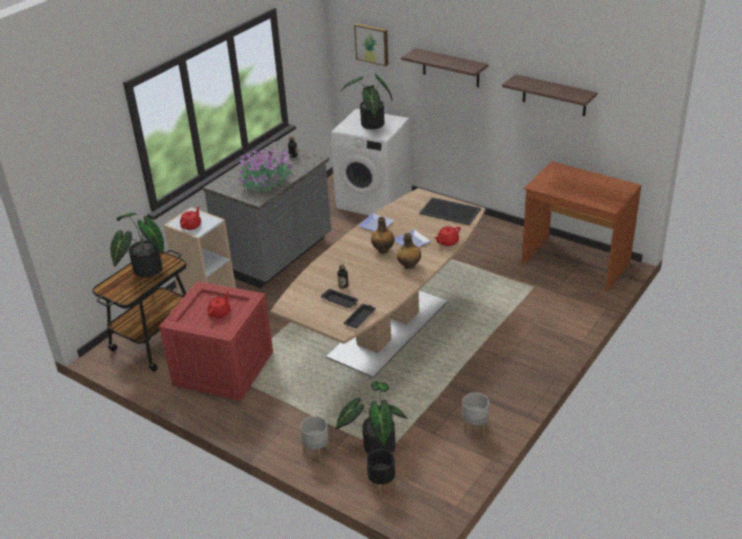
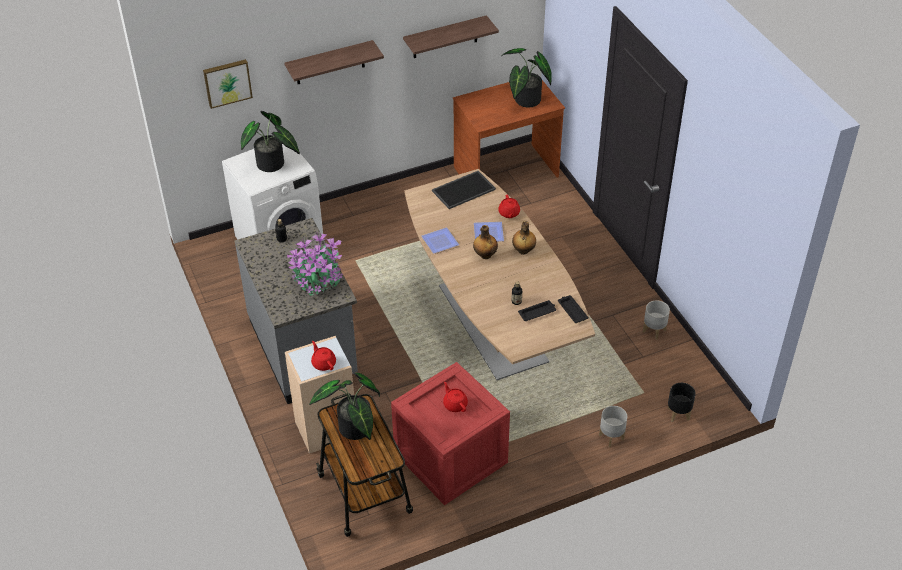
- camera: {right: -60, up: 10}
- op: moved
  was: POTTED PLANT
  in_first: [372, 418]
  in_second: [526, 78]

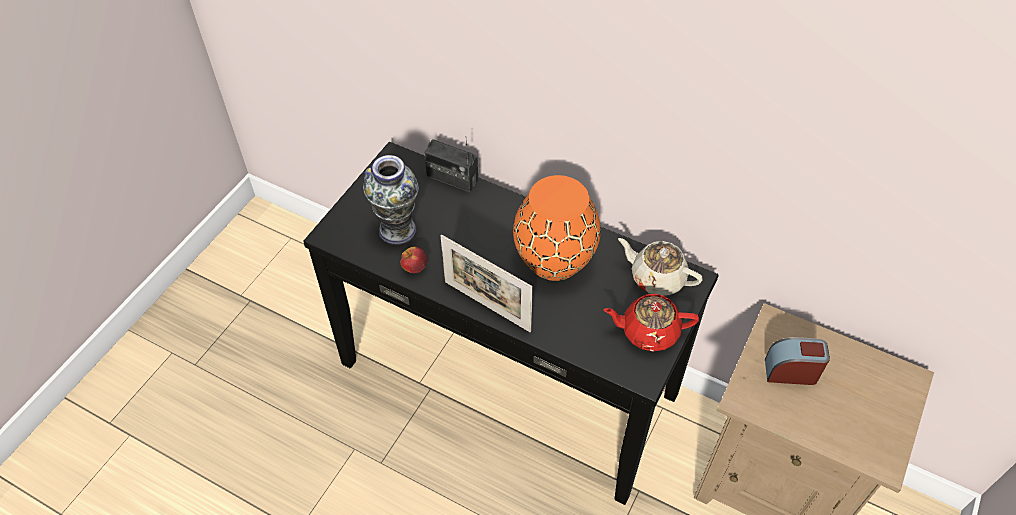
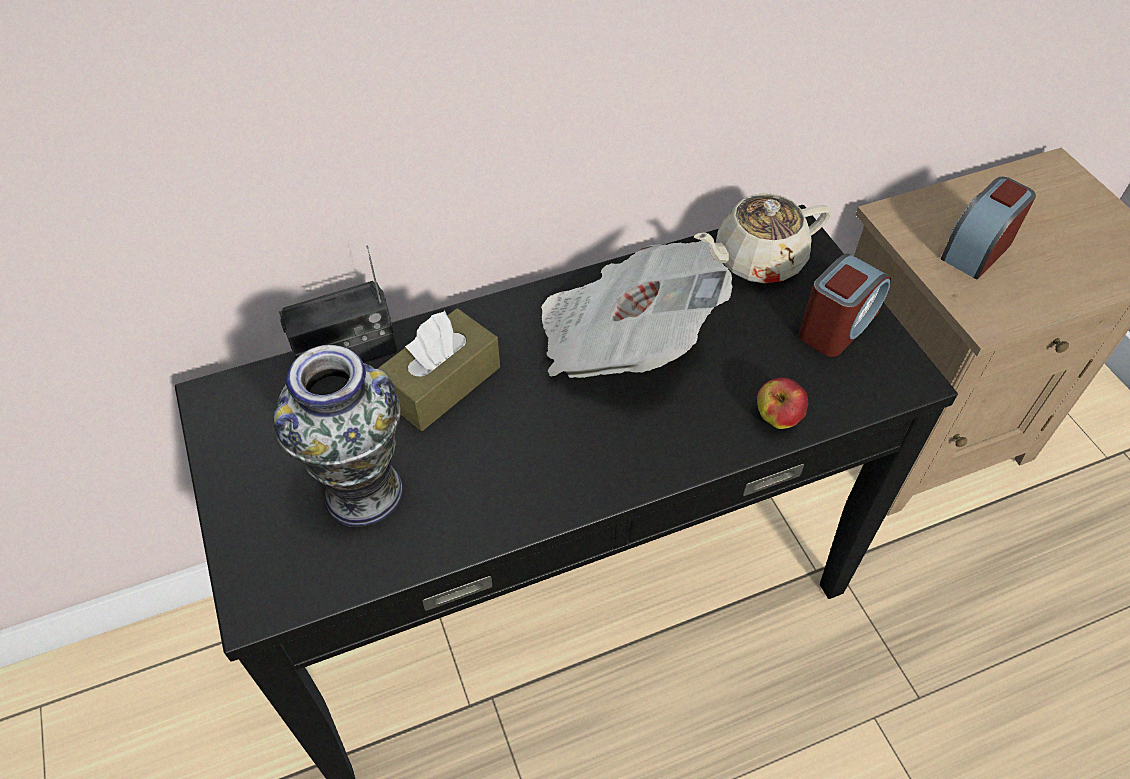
- camera: {right: -50, up: 0}
- op: moved
  was: APPLE
  in_first: [414, 260]
  in_second: [782, 403]
- op: removed
  was: PICTURE FRAME
  in_first: [486, 283]
- op: replaced
  was: ORANGE VASE
  now: NEWSPAPER
  in_first: [557, 228]
  in_second: [637, 309]
- op: replaced
  was: RED TEAPOT
  now: ALARM CLOCK
  in_first: [651, 323]
  in_second: [845, 305]
- op: added
  now: BROWN TISSUE BOX
  in_second: [438, 369]

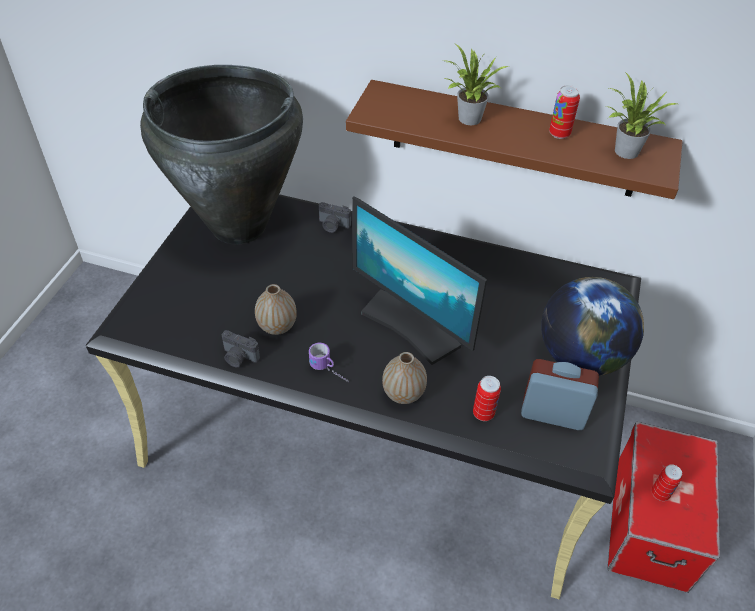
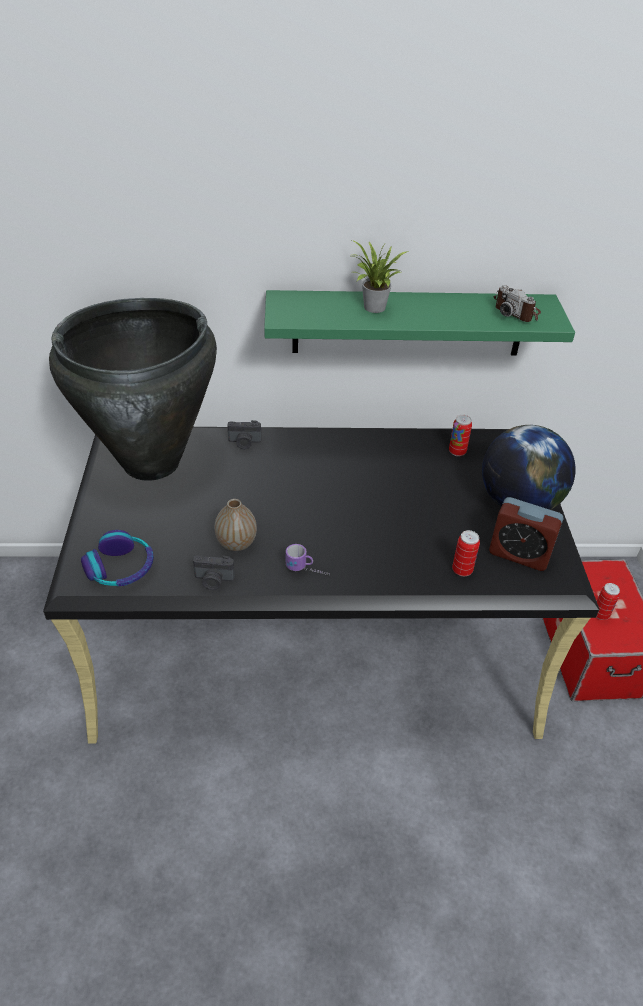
- camera: {right: -20, up: -5}
- op: recoloured
  was: BROWN SHELF
  now: GREEN SHELF
  in_first: [514, 139]
  in_second: [419, 323]
- op: removed
  was: MONITOR
  in_first: [419, 280]
- op: removed
  was: VASE
  in_first: [404, 378]
- op: turned
  was: ALARM CLOCK
  in_first: [560, 394]
  in_second: [526, 534]
  clockwise: -150
- op: moved
  was: CAN
  in_first: [564, 112]
  in_second: [460, 435]
- op: replaced
  was: POTTED PLANT
  now: PHOTO CAMERA
  in_first: [641, 115]
  in_second: [517, 303]
- op: added
  now: HEADPHONES
  in_second: [117, 558]

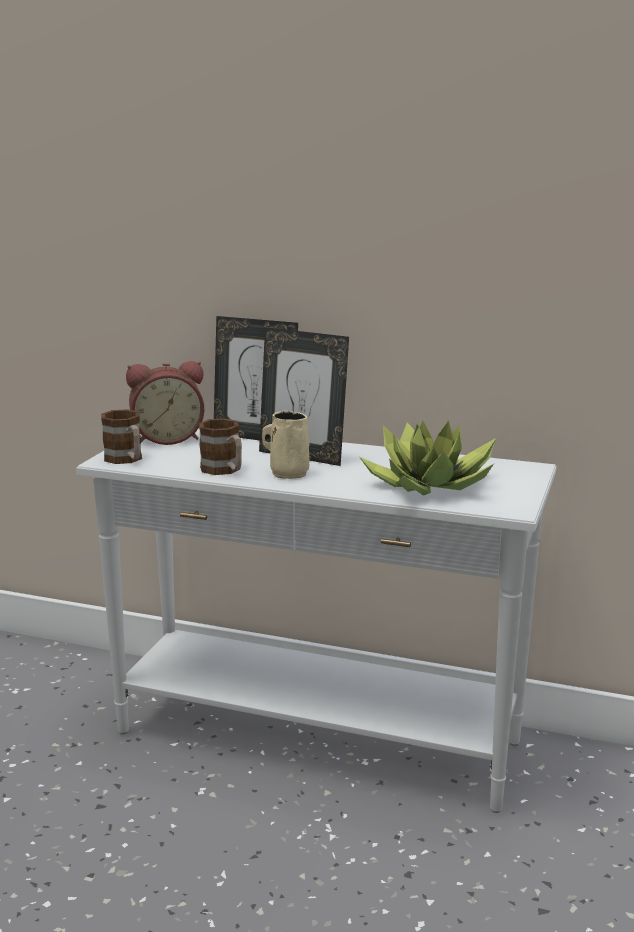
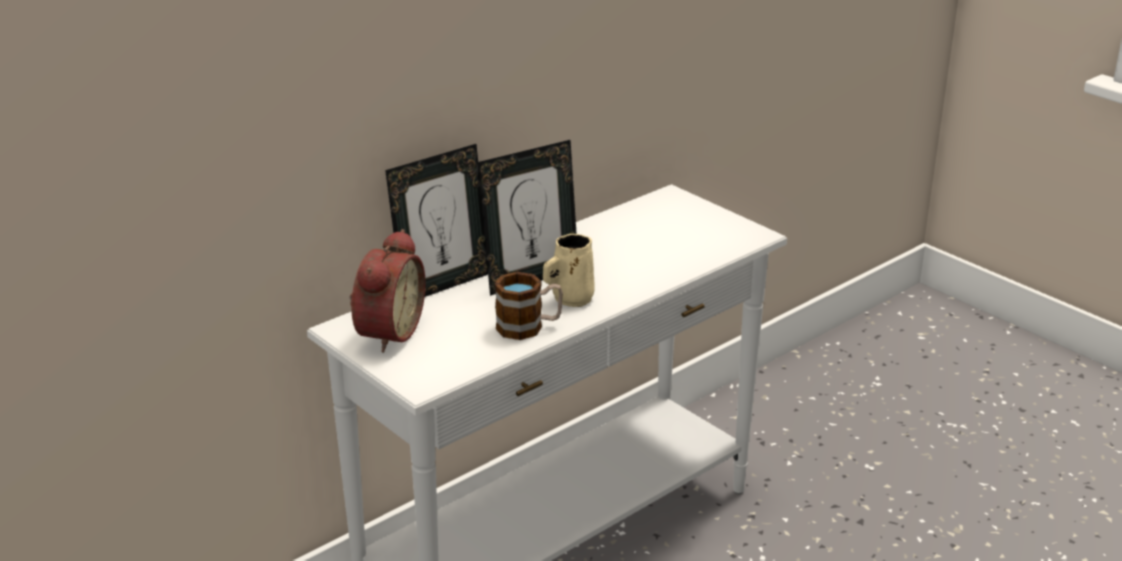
- camera: {right: -60, up: 10}
- op: removed
  was: MUG
  in_first: [121, 436]
- op: removed
  was: POTTED PLANT
  in_first: [427, 458]

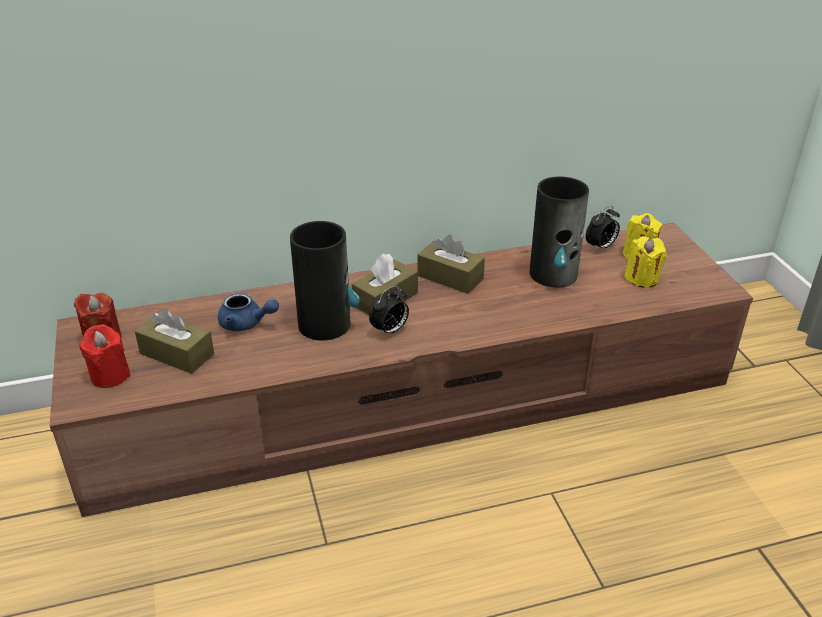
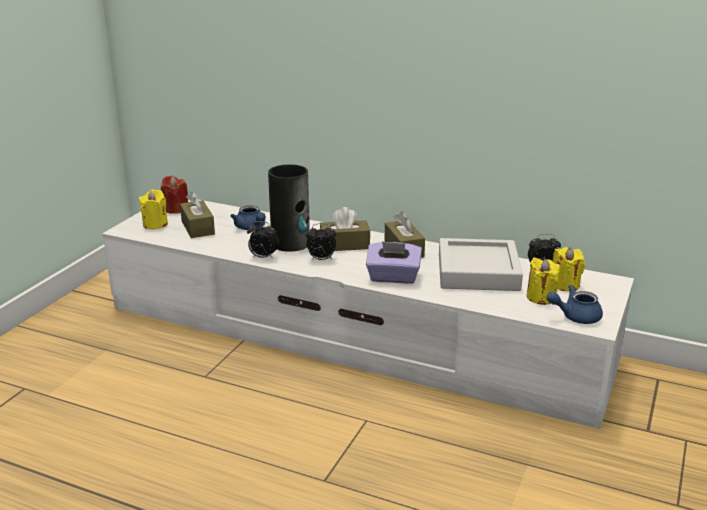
- camera: {right: 40, up: -10}
- op: recoloured
  was: BROWN TV STAND
  now: WHITE TV STAND
  in_first: [401, 370]
  in_second: [368, 314]
- op: recoloured
  was: RED CANDLE
  now: YELLOW CANDLE
  in_first: [104, 356]
  in_second: [153, 209]
- op: replaced
  was: VASE
  now: GREY TRAY
  in_first: [559, 232]
  in_second: [481, 264]
- op: added
  now: ALARM CLOCK
  in_second: [263, 240]
- op: added
  now: PURPLE TISSUE BOX
  in_second: [394, 262]
- op: added
  now: BLUE TEAPOT
  in_second: [575, 304]

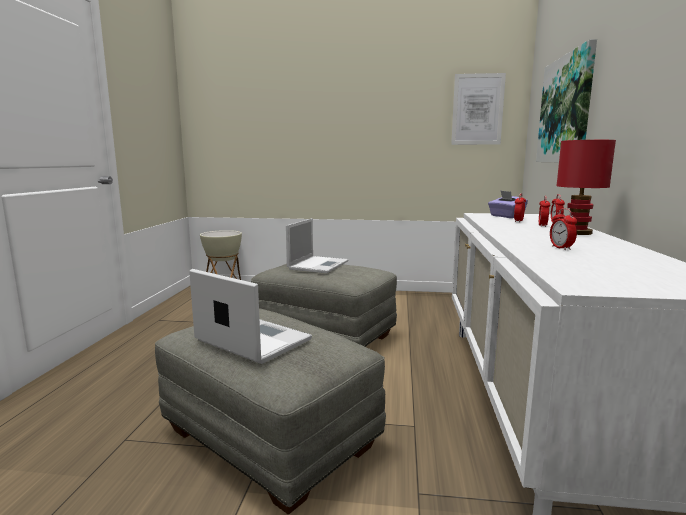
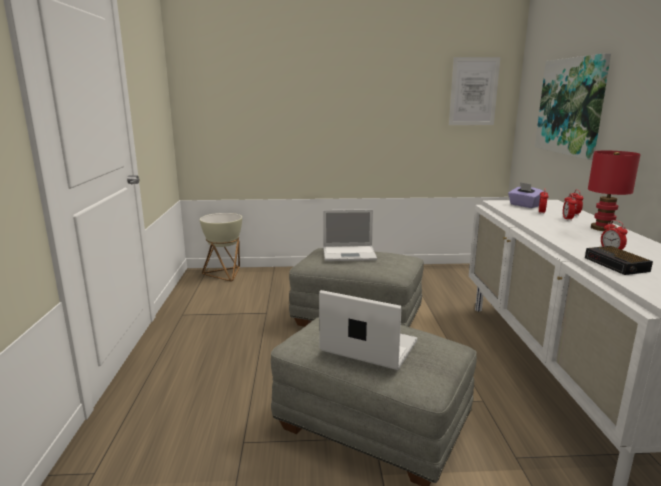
- camera: {right: -10, up: 5}
- op: turned
  was: LAPTOP
  in_first: [317, 245]
  in_second: [350, 235]
  clockwise: 75
- op: added
  now: ALARM CLOCK
  in_second: [619, 260]

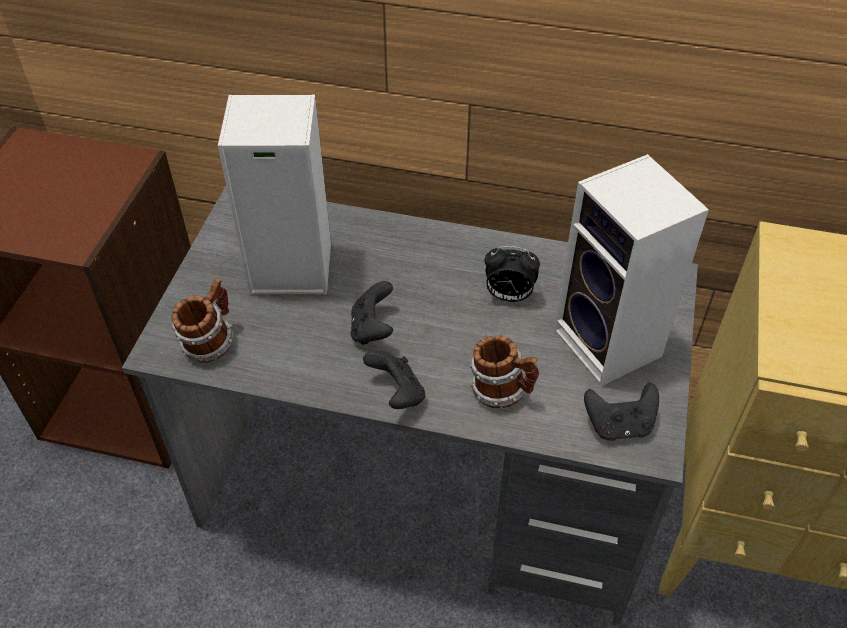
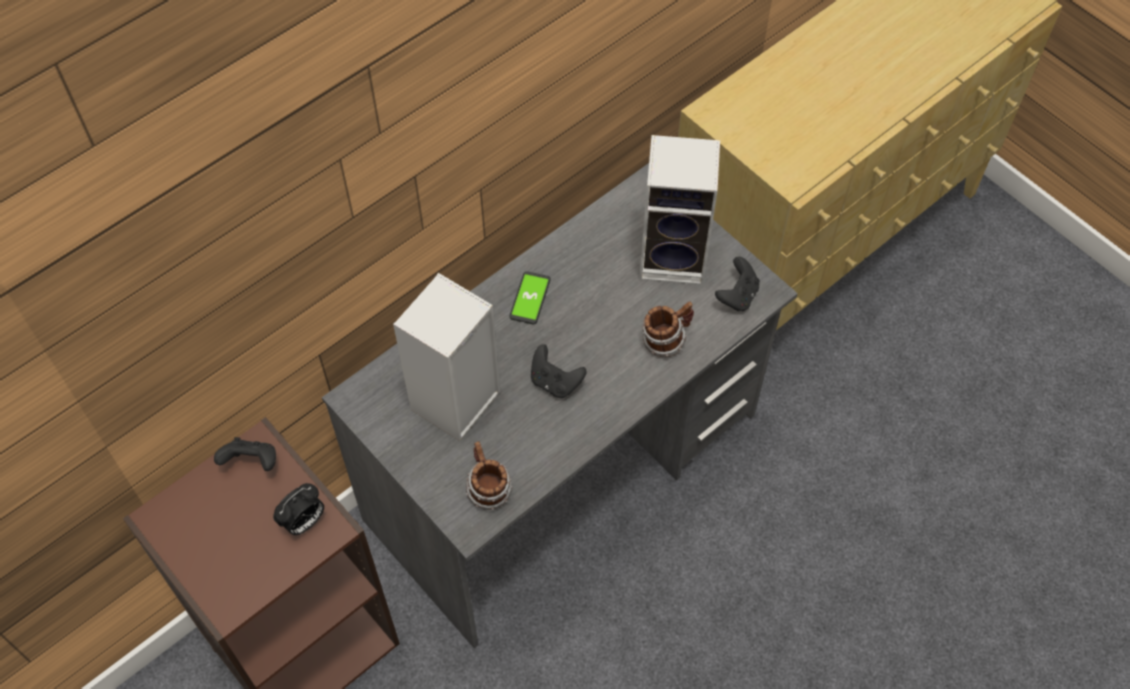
- camera: {right: -55, up: 10}
- op: moved
  was: BLACK GAME CONTROLLER
  in_first: [394, 379]
  in_second: [245, 454]
- op: moved
  was: ALARM CLOCK
  in_first: [512, 274]
  in_second: [298, 509]
- op: added
  now: PHONE
  in_second: [530, 297]

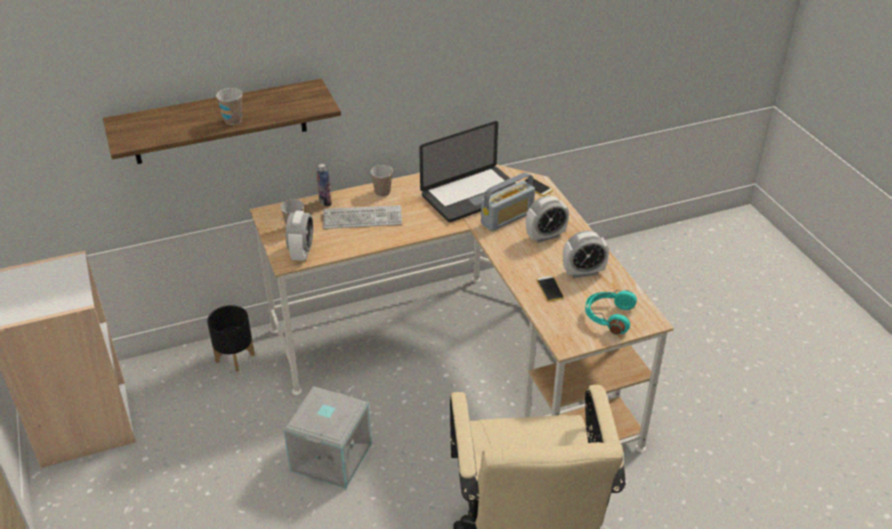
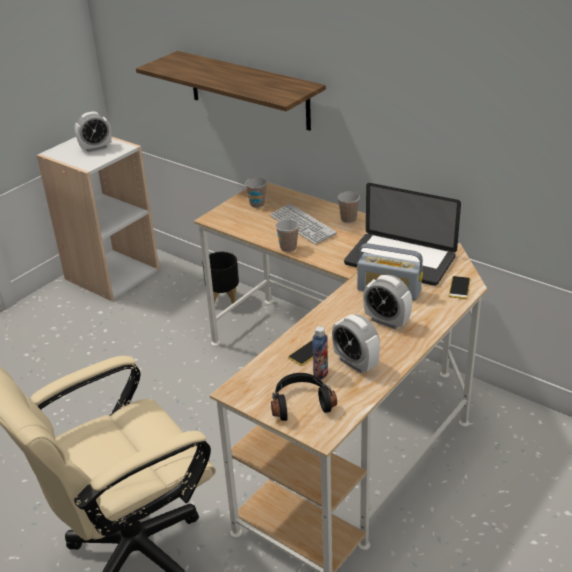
- camera: {right: 60, up: -5}
- op: moved
  was: CUP
  in_first: [229, 106]
  in_second: [287, 235]
- op: removed
  was: GREY STORAGE BOX
  in_first: [328, 437]
- op: moved
  was: ALARM CLOCK
  in_first: [299, 236]
  in_second: [93, 131]
- op: moved
  was: BOTTLE
  in_first: [323, 185]
  in_second: [320, 353]
- op: recoloured
  was: TURQUOISE HEADPHONES
  now: BLACK HEADPHONES
  in_first: [611, 312]
  in_second: [304, 397]

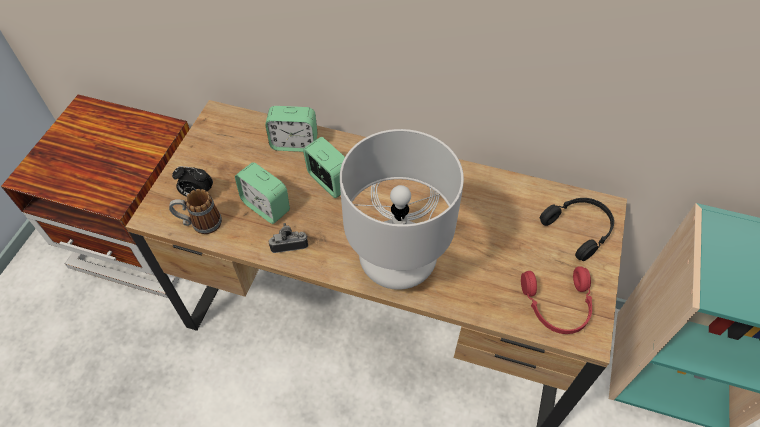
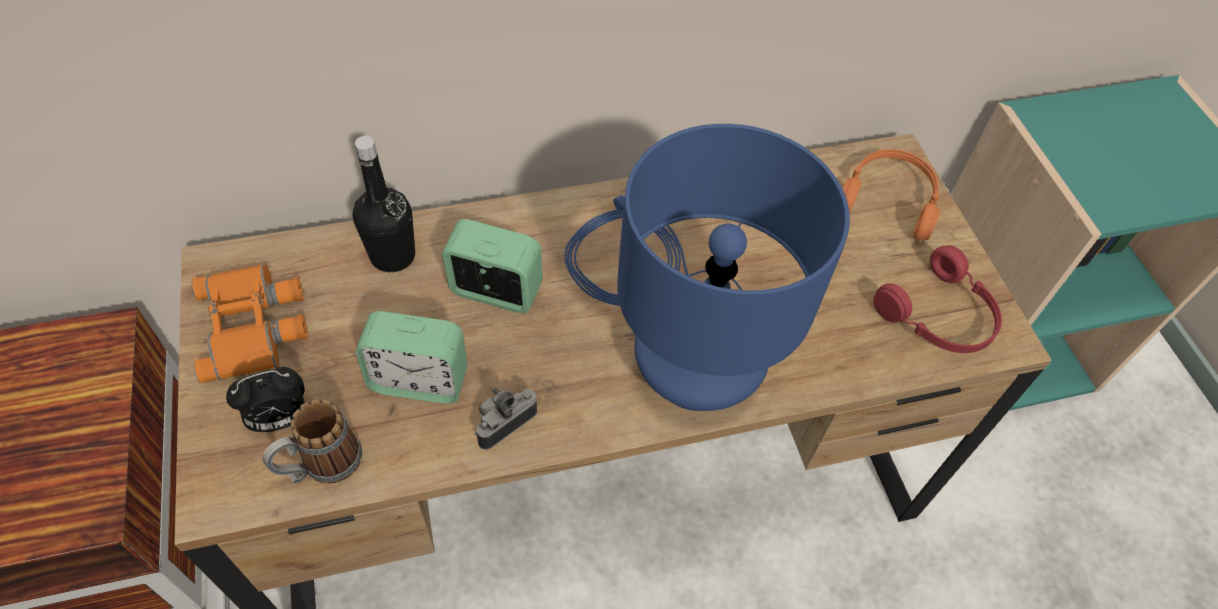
- camera: {right: -35, up: 0}
- op: replaced
  was: ALARM CLOCK
  now: BLACK BOTTLE
  in_first: [291, 129]
  in_second: [384, 204]
- op: recoloured
  was: GREY TABLE LAMP
  now: BLUE TABLE LAMP
  in_first: [402, 209]
  in_second: [707, 267]
- op: recoloured
  was: BLACK HEADPHONES
  now: ORANGE HEADPHONES
  in_first: [577, 229]
  in_second: [891, 194]
- op: added
  now: ORANGE BINOCULARS
  in_second: [249, 323]

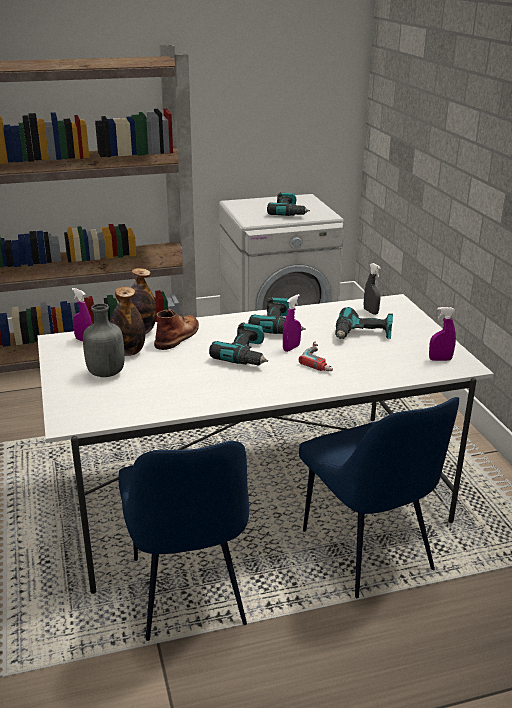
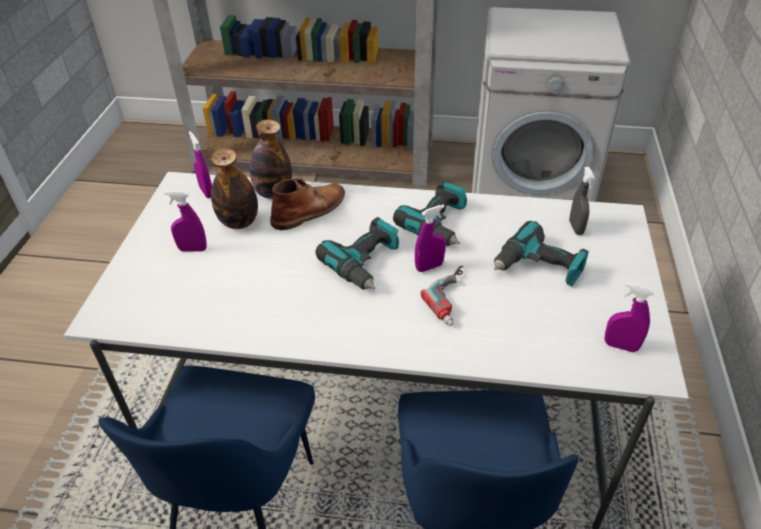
- camera: {right: 25, up: 15}
- op: replaced
  was: GREY BOTTLE
  now: PURPLE SPRAY BOTTLE
  in_first: [103, 340]
  in_second: [185, 221]
- op: removed
  was: POWER DRILL
  in_first: [288, 204]

